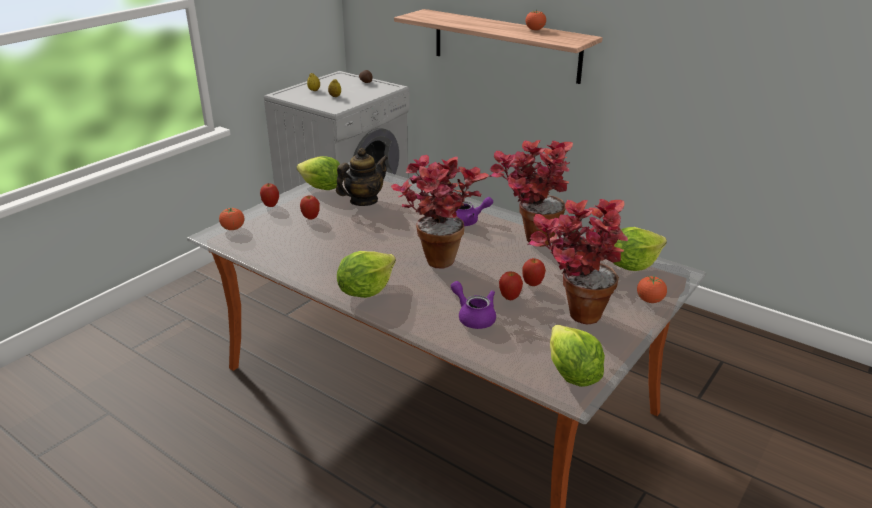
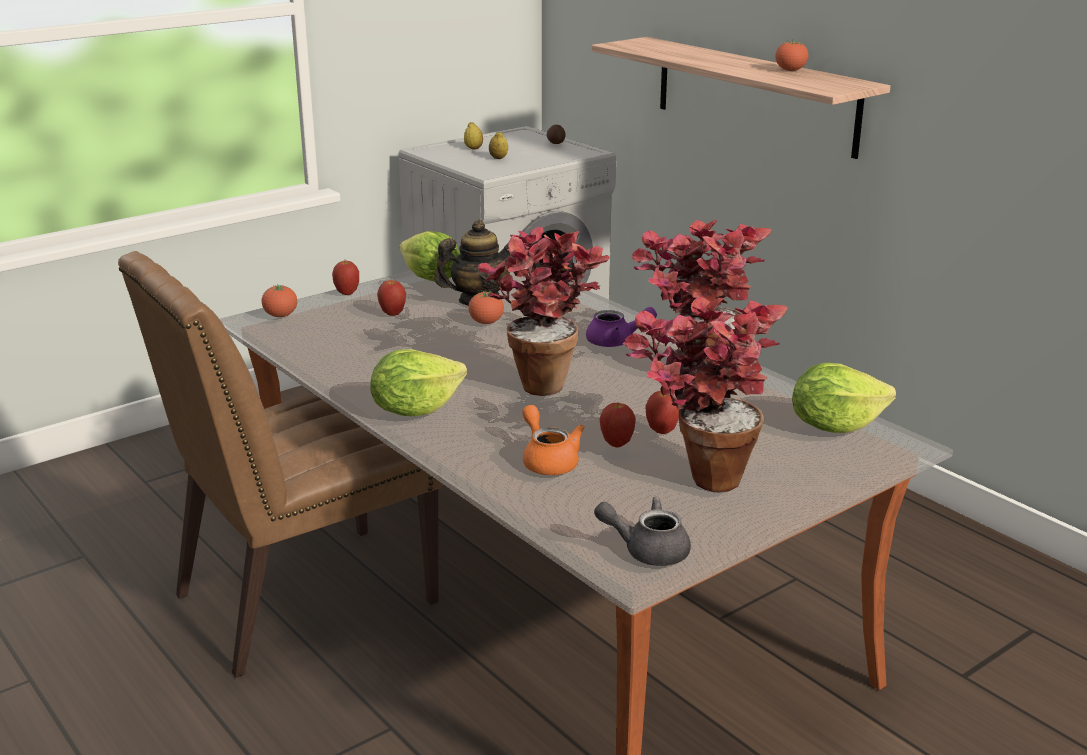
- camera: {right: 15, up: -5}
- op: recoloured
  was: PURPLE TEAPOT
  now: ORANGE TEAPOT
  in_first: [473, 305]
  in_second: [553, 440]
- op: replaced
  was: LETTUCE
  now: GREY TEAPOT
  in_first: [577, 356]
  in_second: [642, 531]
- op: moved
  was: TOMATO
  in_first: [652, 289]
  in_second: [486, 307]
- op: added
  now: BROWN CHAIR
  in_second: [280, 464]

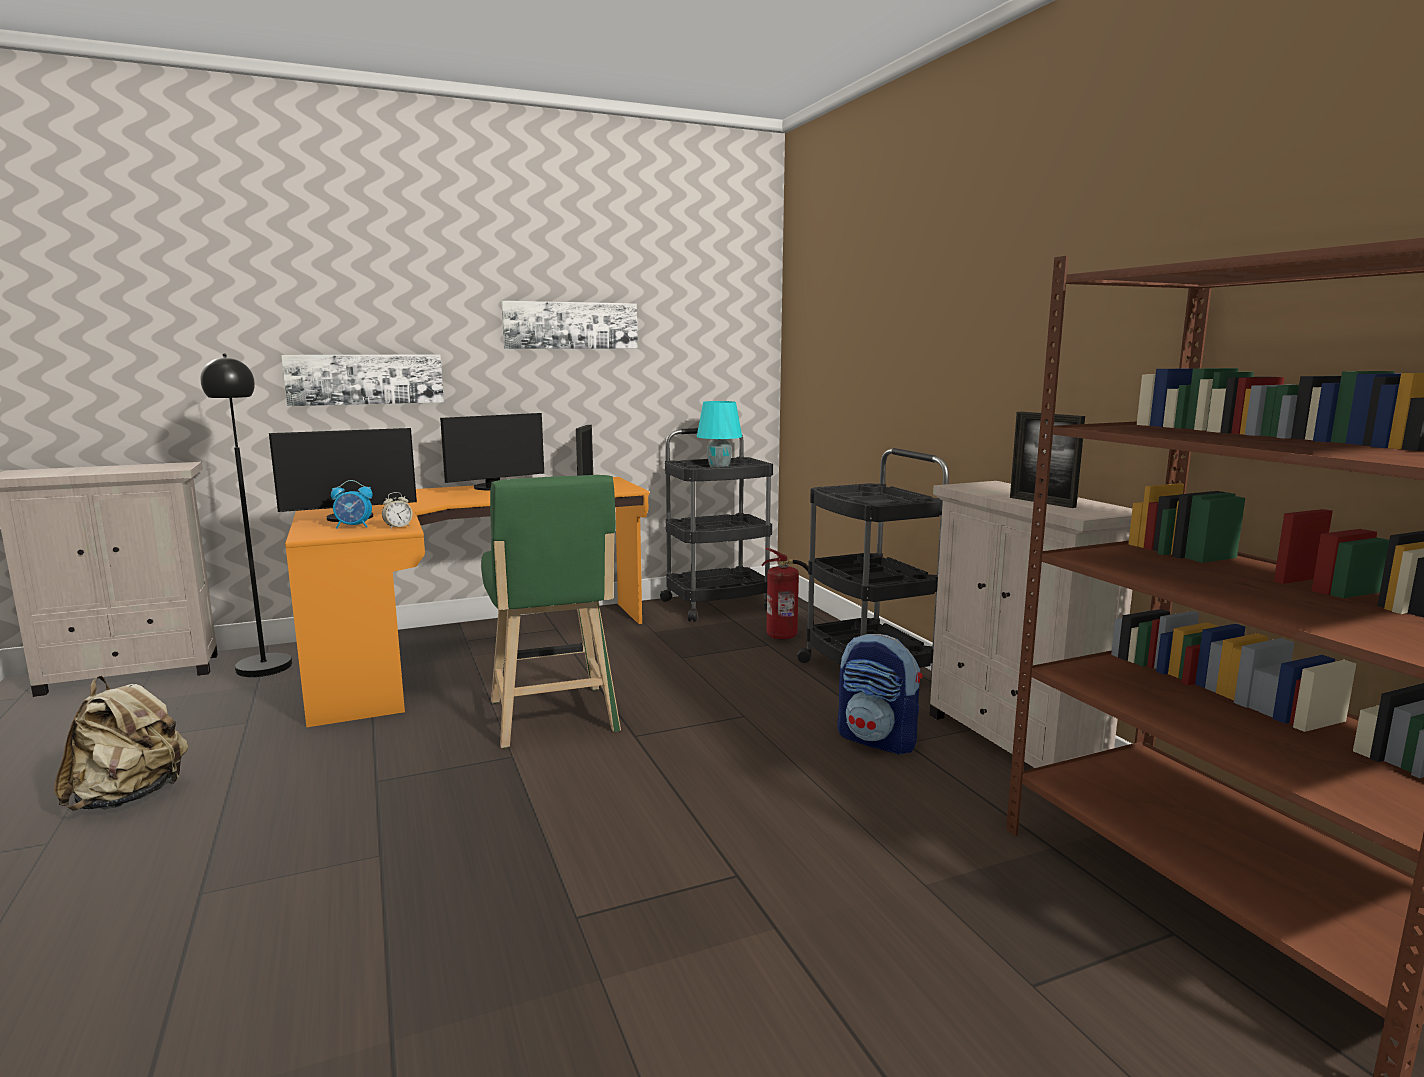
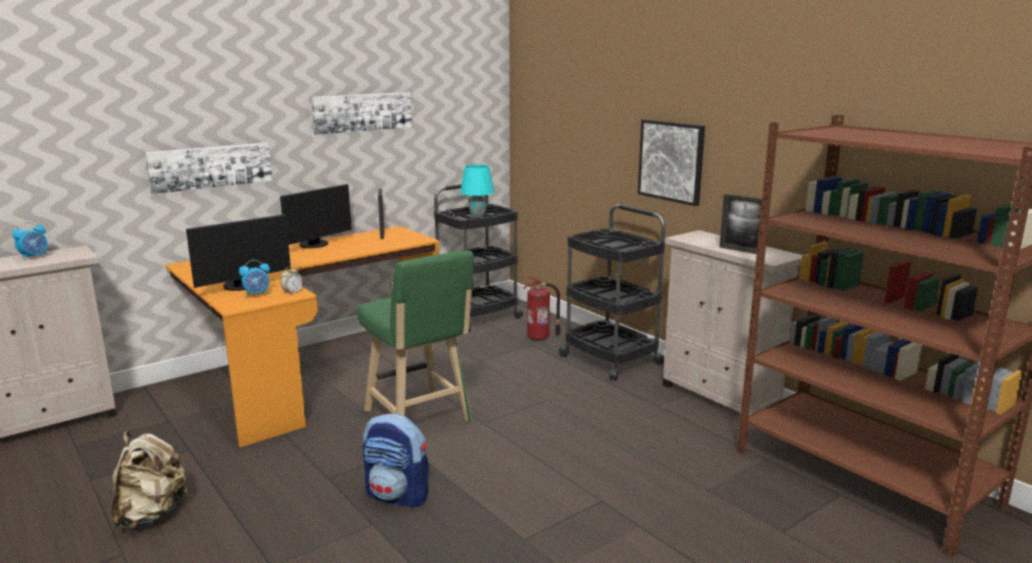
- camera: {right: -15, up: 5}
- op: removed
  was: BLACK FLOOR LAMP
  in_first: [246, 515]
- op: moved
  was: BACKPACK
  in_first: [880, 694]
  in_second: [396, 461]
- op: added
  now: ALARM CLOCK
  in_second: [30, 241]
- op: added
  now: PICTURE
  in_second: [671, 162]

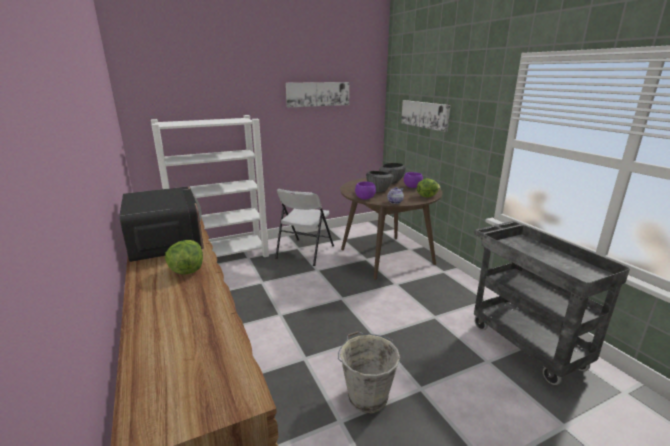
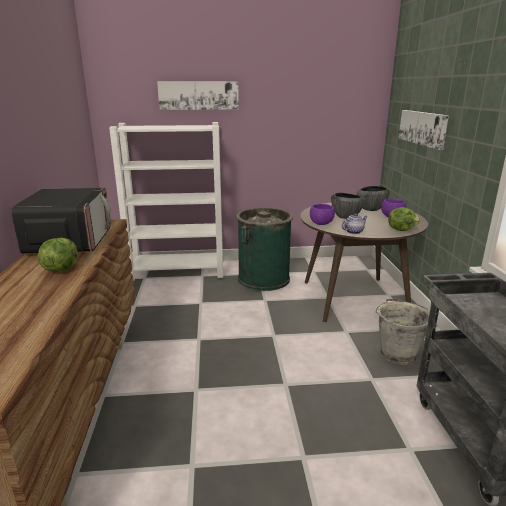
- camera: {right: 20, up: 0}
- op: replaced
  was: WHITE CHAIR
  now: GREEN TRASH CAN
  in_first: [304, 227]
  in_second: [264, 249]
- op: moved
  was: PICTURE
  in_first: [317, 94]
  in_second: [198, 95]
- op: moved
  was: GREY BUCKET
  in_first: [369, 372]
  in_second: [402, 331]

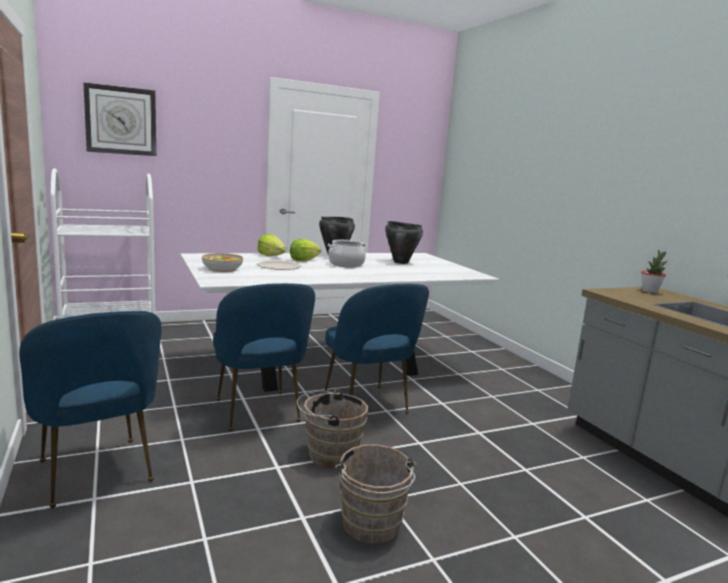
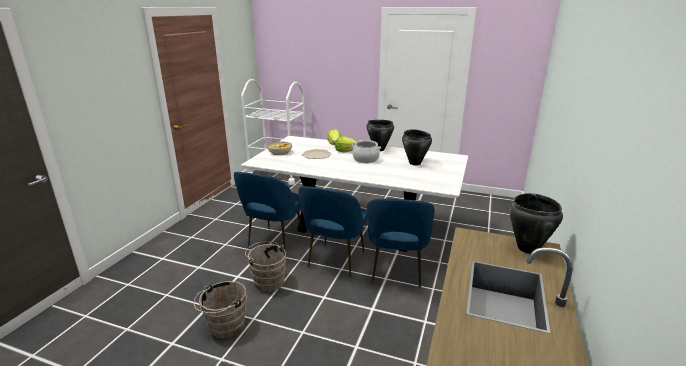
- camera: {right: 45, up: 10}
- op: moved
  was: BLUE CHAIR
  in_first: [90, 409]
  in_second: [401, 243]
- op: removed
  was: WALL CLOCK
  in_first: [119, 119]
- op: replaced
  was: POTTED PLANT
  now: BLACK COOKING POT
  in_first: [654, 271]
  in_second: [536, 223]

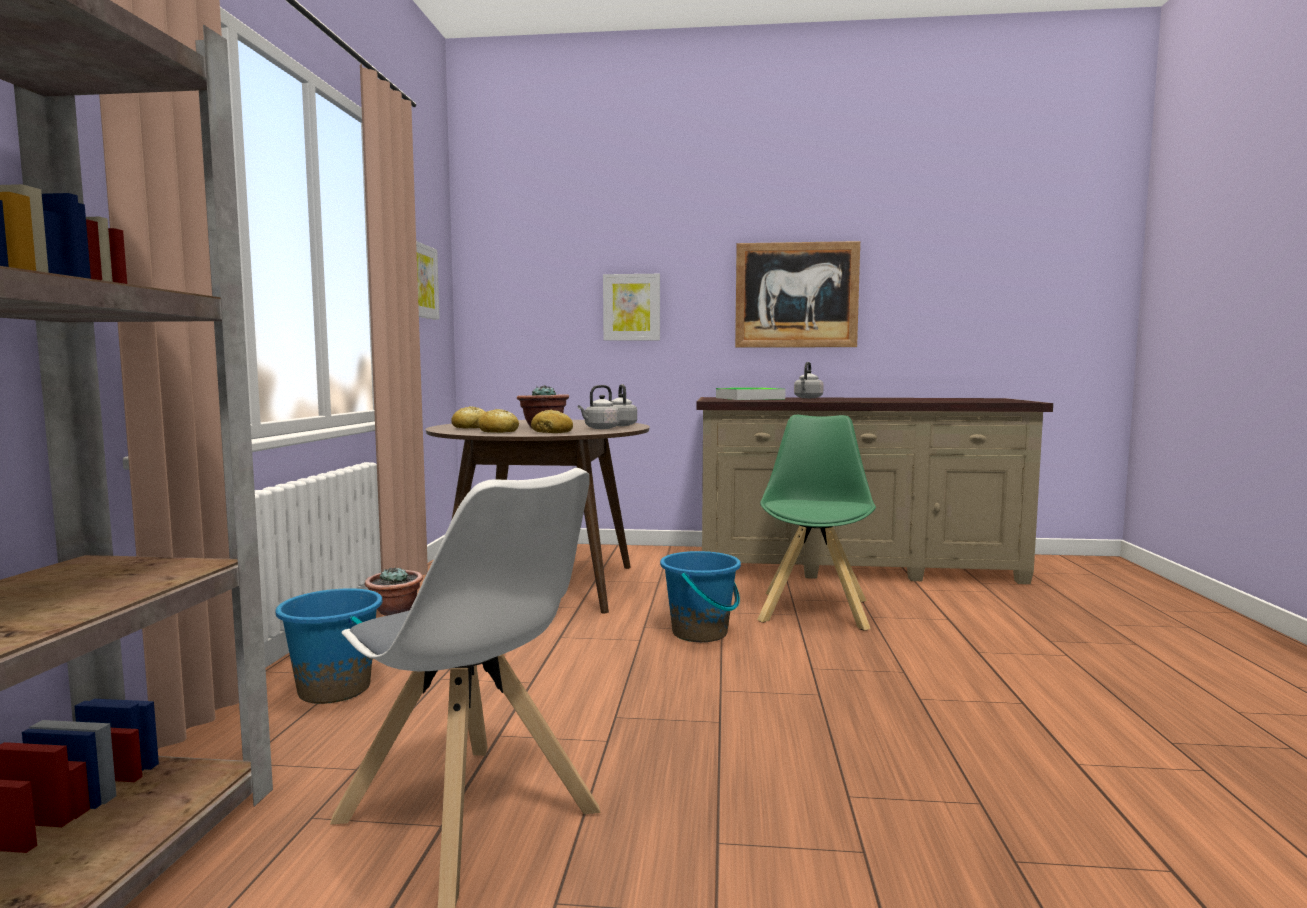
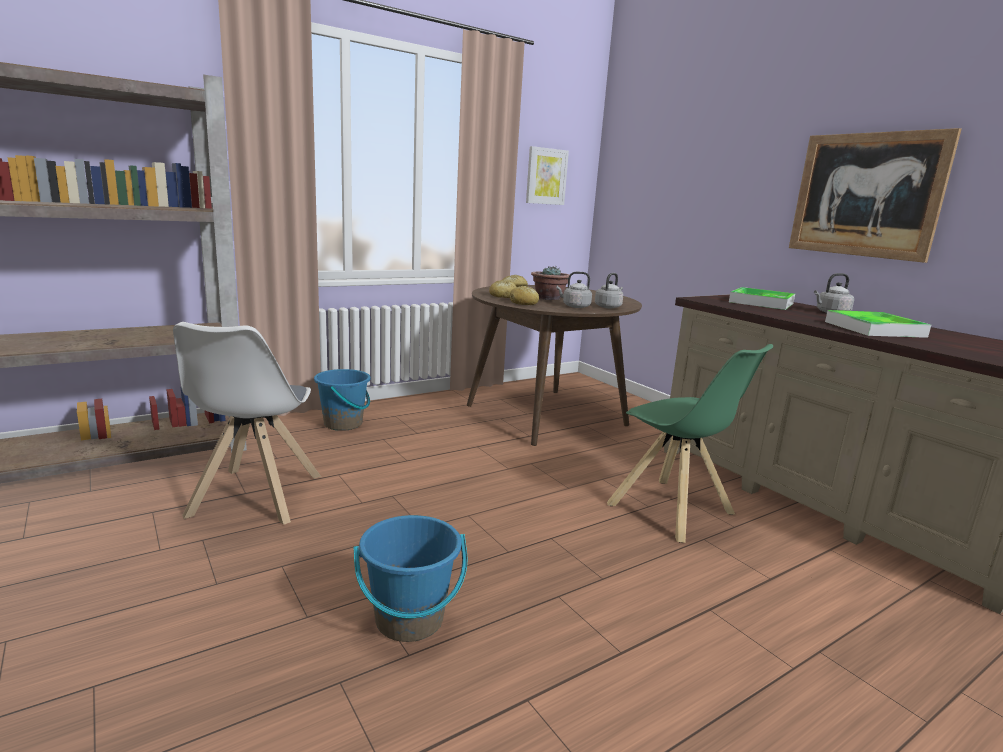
- camera: {right: 50, up: 10}
- op: removed
  was: POTTED PLANT
  in_first: [394, 591]
- op: removed
  was: PICTURE
  in_first: [631, 307]
- op: moved
  was: BLUE BUCKET
  in_first: [700, 596]
  in_second: [411, 578]
- op: turned
  was: GREEN CHAIR
  in_first: [816, 523]
  in_second: [690, 443]
  clockwise: 75
- op: added
  now: TRAY
  in_second: [878, 324]

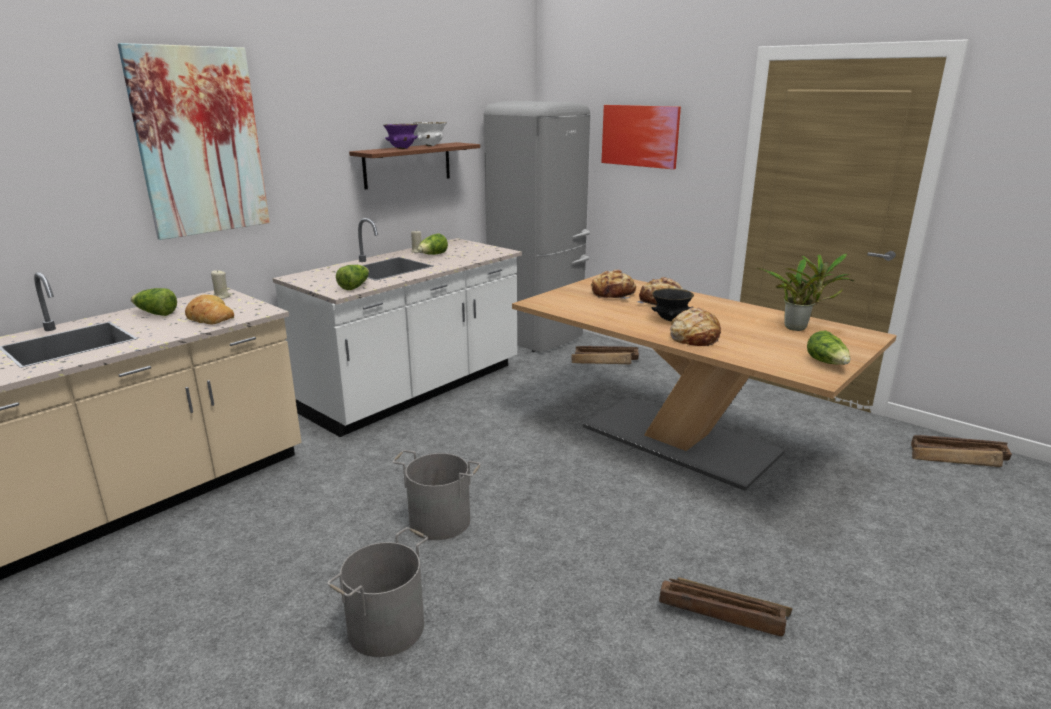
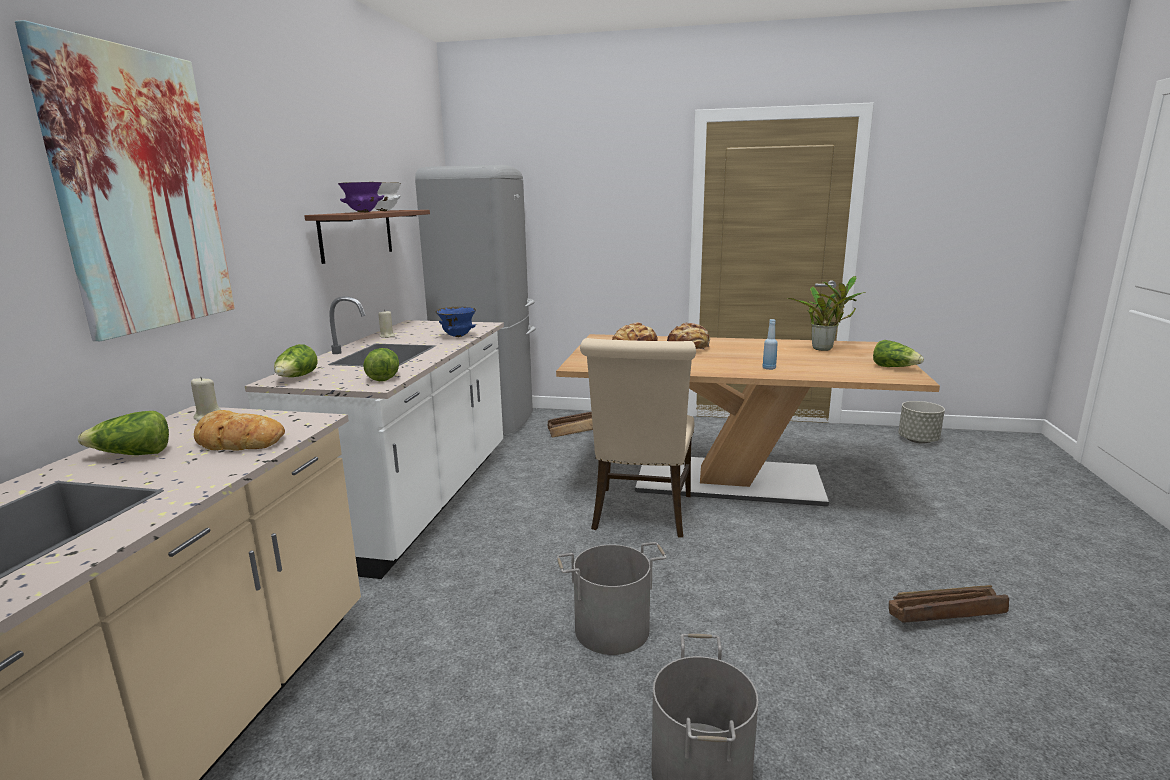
- camera: {right: -30, up: -5}
- op: moved
  was: LETTUCE
  in_first: [432, 244]
  in_second: [296, 360]
- op: removed
  was: PICTURE
  in_first: [641, 137]
- op: removed
  was: BLACK BOWL
  in_first: [672, 305]
- op: replaced
  was: BREAD
  now: BLUE BOTTLE
  in_first: [695, 326]
  in_second: [770, 344]
- op: replaced
  was: CRATE
  now: GREY PLANTER
  in_first: [961, 451]
  in_second: [921, 422]
- op: added
  now: BLUE BOWL
  in_second: [456, 322]
- op: added
  now: BEIGE CHAIR
  in_second: [638, 437]

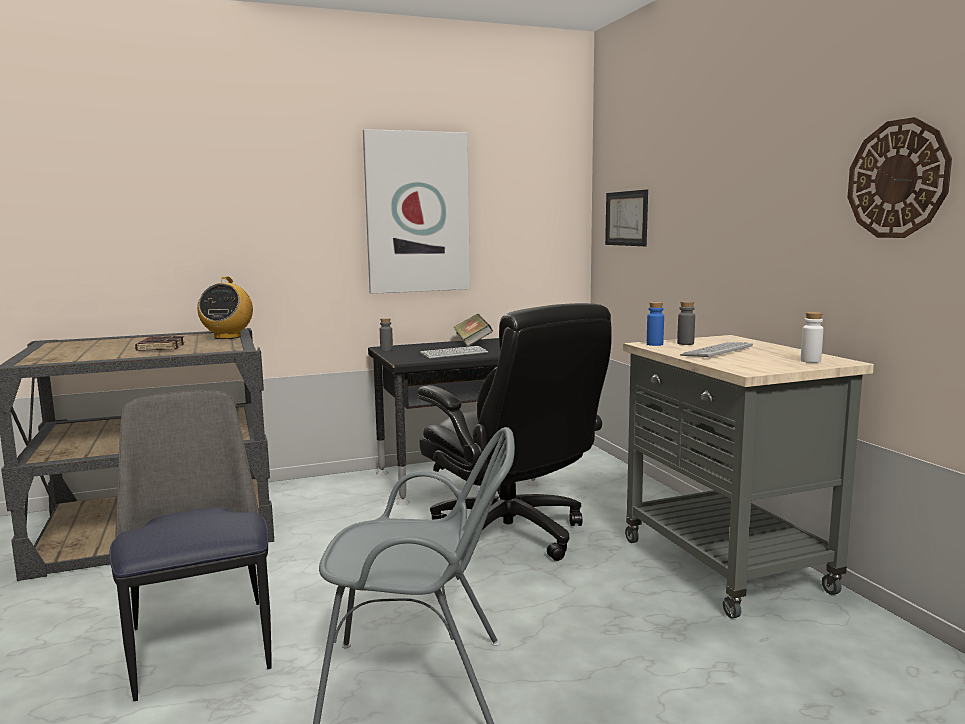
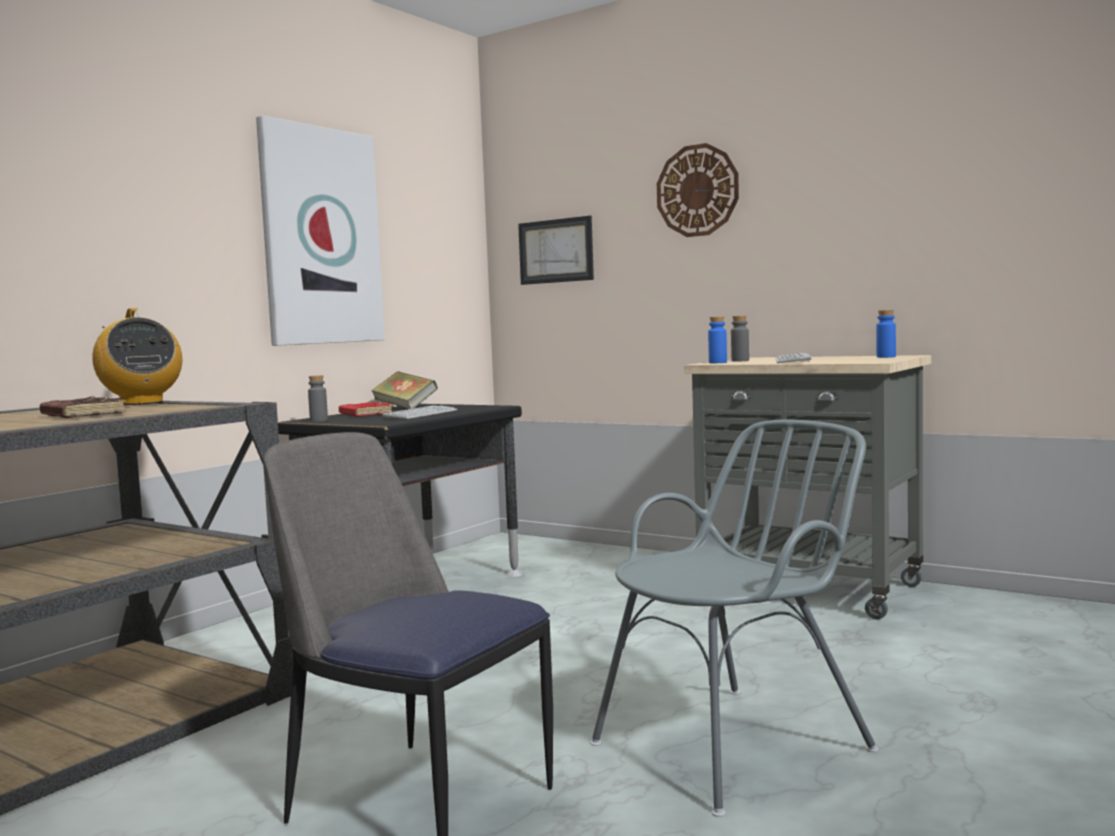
- camera: {right: -35, up: -5}
- op: removed
  was: BLACK OFFICE CHAIR
  in_first: [514, 432]
- op: recoloured
  was: WHITE BOTTLE
  now: BLUE BOTTLE
  in_first: [812, 337]
  in_second: [886, 334]
- op: moved
  was: WALL CLOCK
  in_first: [899, 177]
  in_second: [698, 190]
- op: added
  now: RED BOOK
  in_second: [366, 408]

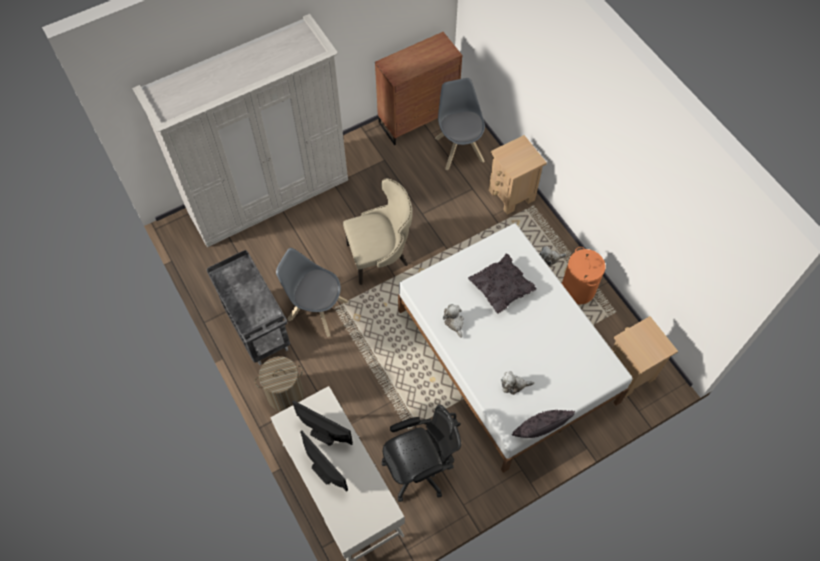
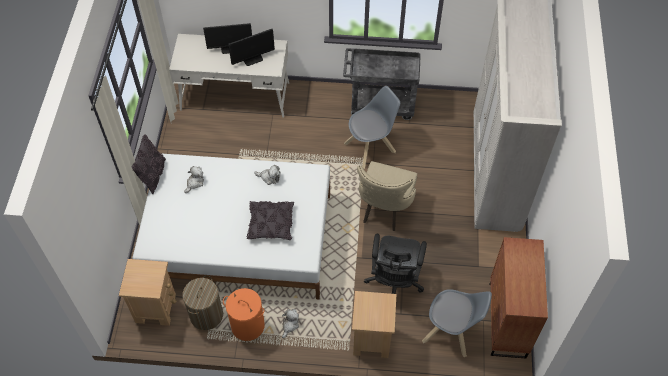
- camera: {right: 125, up: -5}
- op: moved
  was: LAUNDRY BASKET
  in_first: [279, 383]
  in_second: [202, 302]
- op: moved
  was: OFFICE CHAIR
  in_first: [421, 453]
  in_second: [395, 264]

